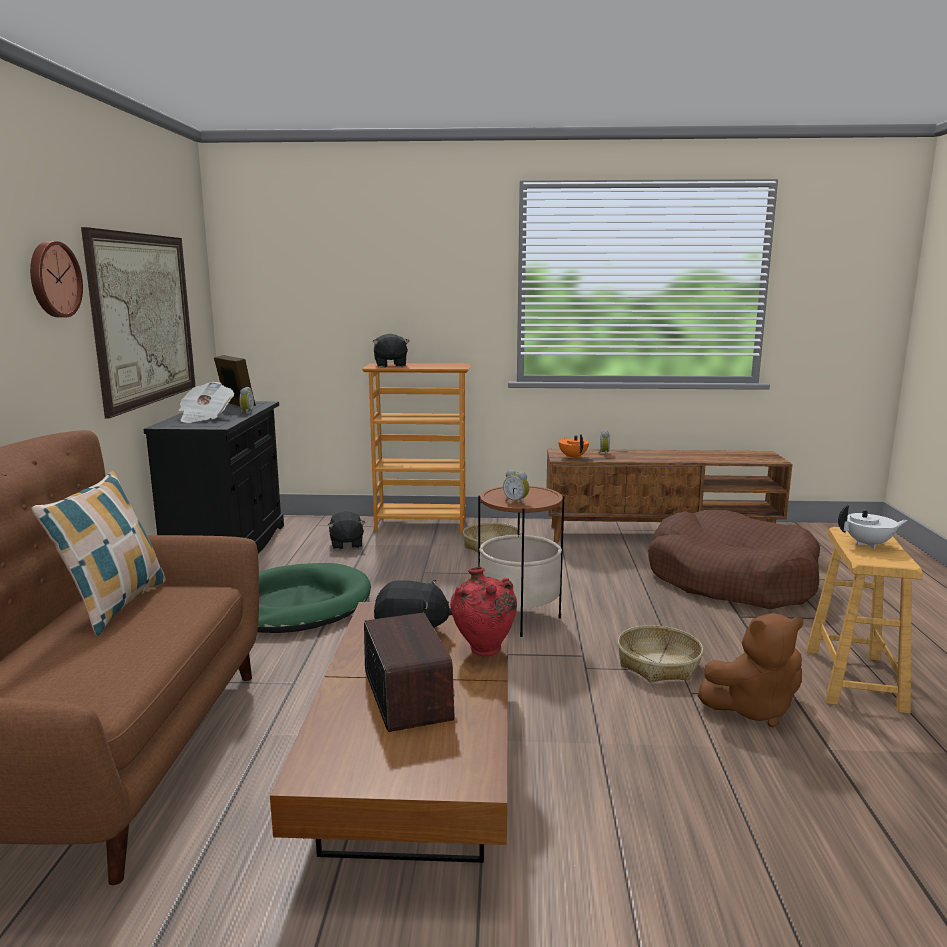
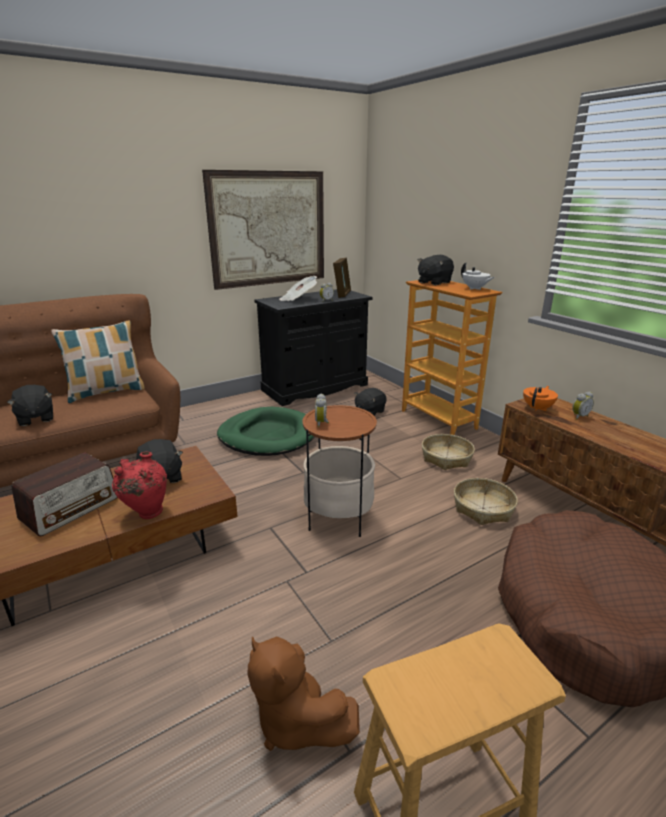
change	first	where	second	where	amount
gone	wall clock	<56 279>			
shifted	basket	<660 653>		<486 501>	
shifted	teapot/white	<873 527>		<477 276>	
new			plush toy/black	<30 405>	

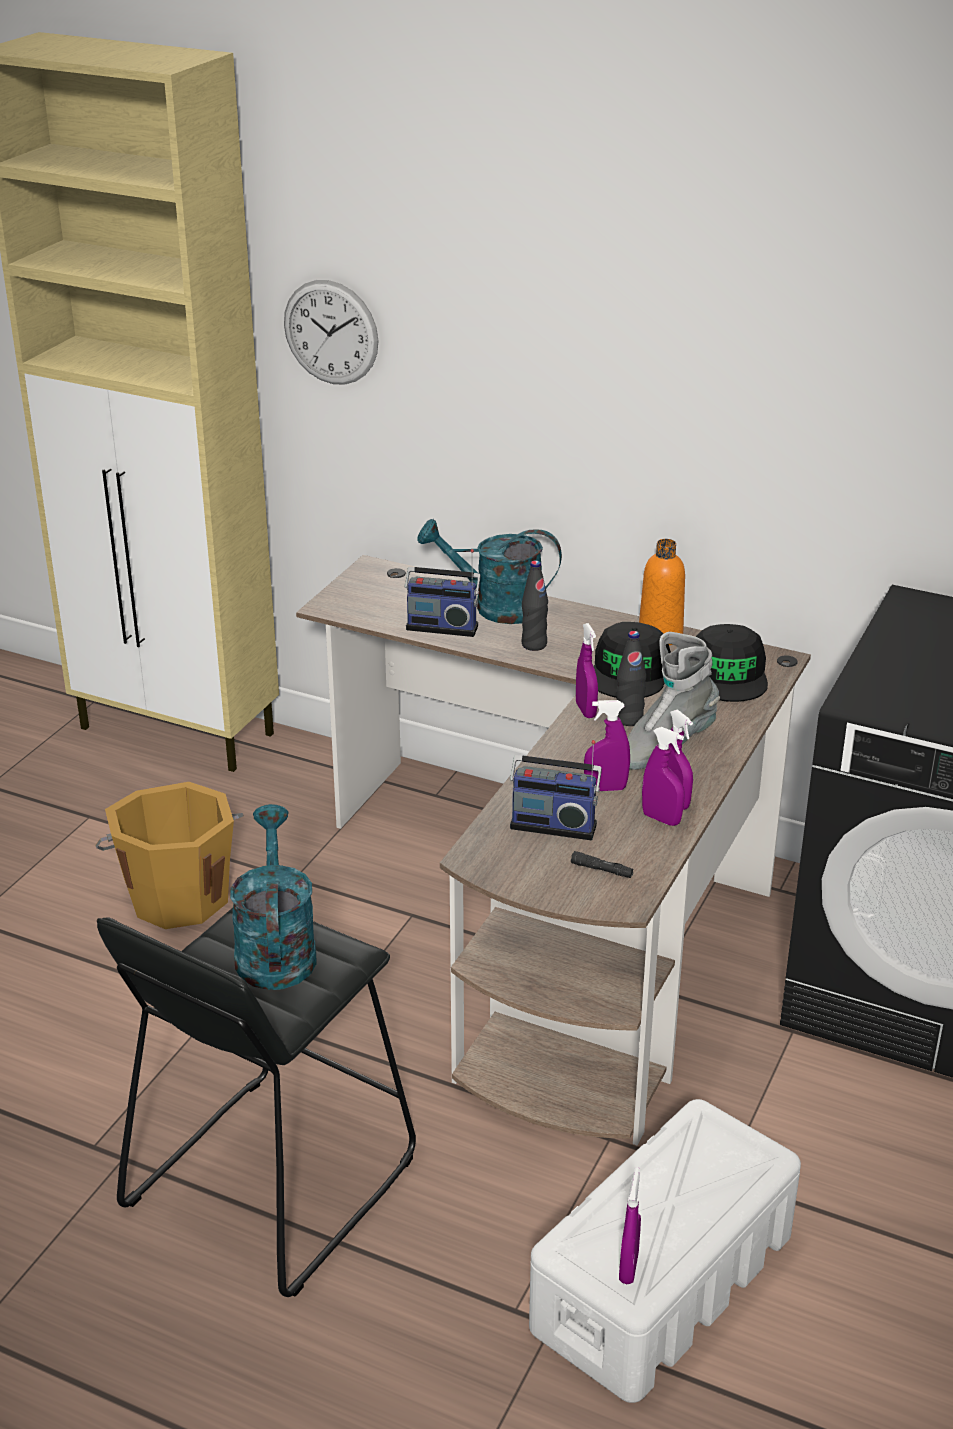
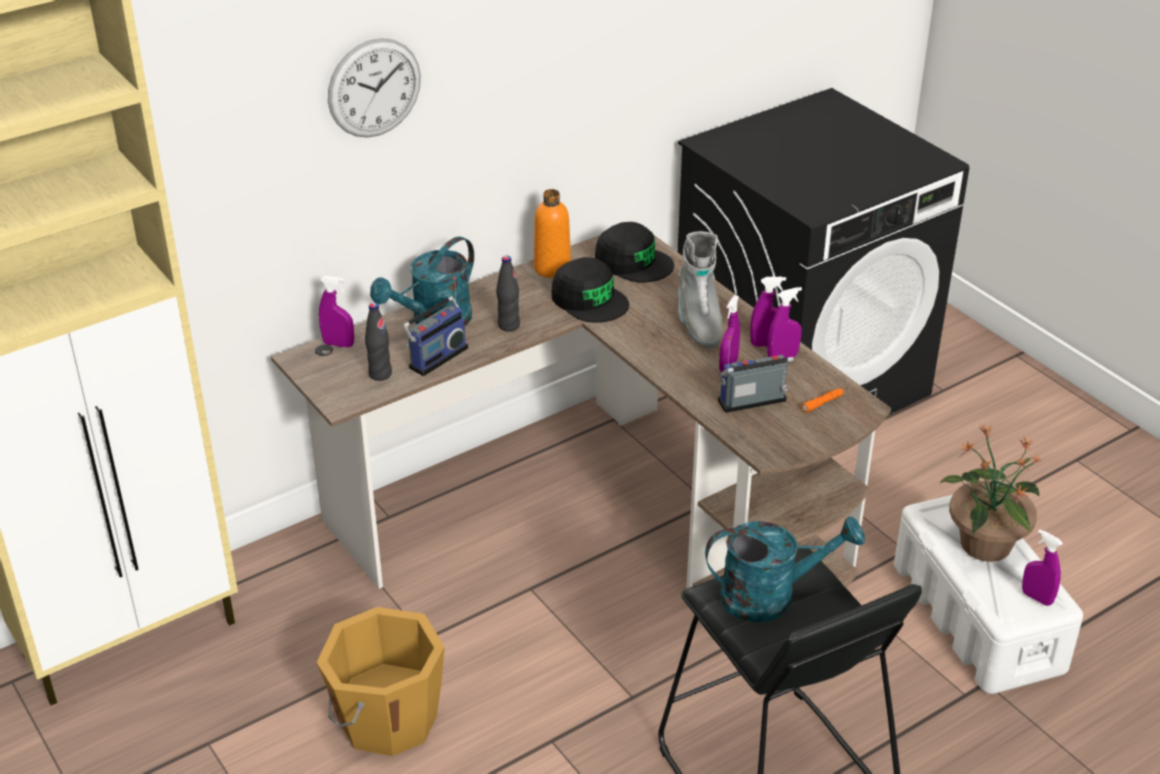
change	first	where	second	where	amount
rotated	watering can/turquoise	<273 897>		<785 569>	150 degrees clockwise
shifted	wall clock	<331 332>		<374 88>	
rotated	radio	<556 790>		<756 374>	150 degrees counterclockwise
repainted	flashlight/black	<602 864>	flashlight/orange	<822 400>	
shifted	spray bottle/purple	<587 670>		<336 312>	
shifted	bottle/black	<631 678>		<378 342>	
new			potted plant	<991 493>	

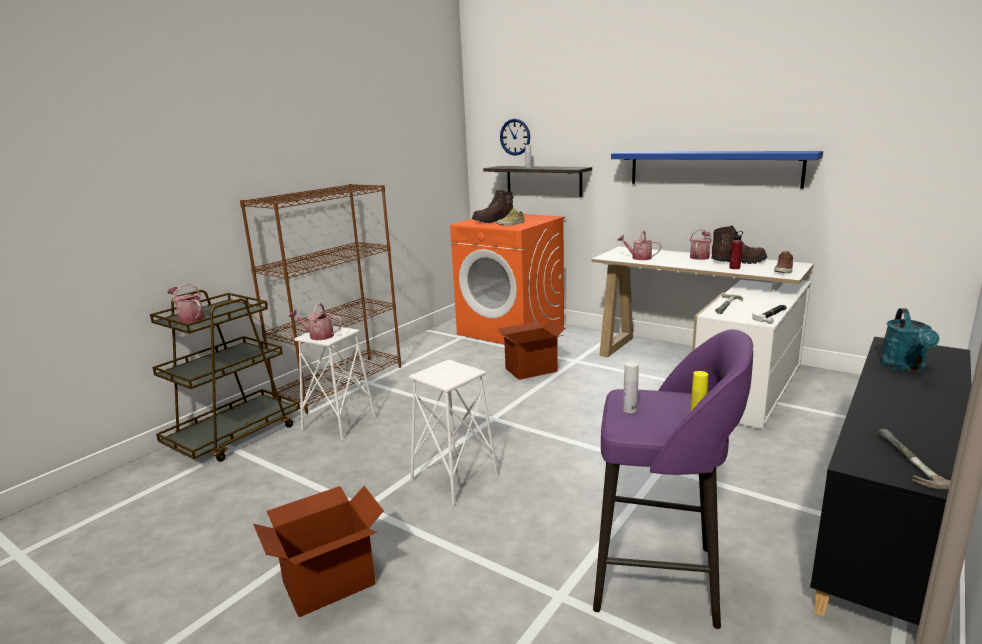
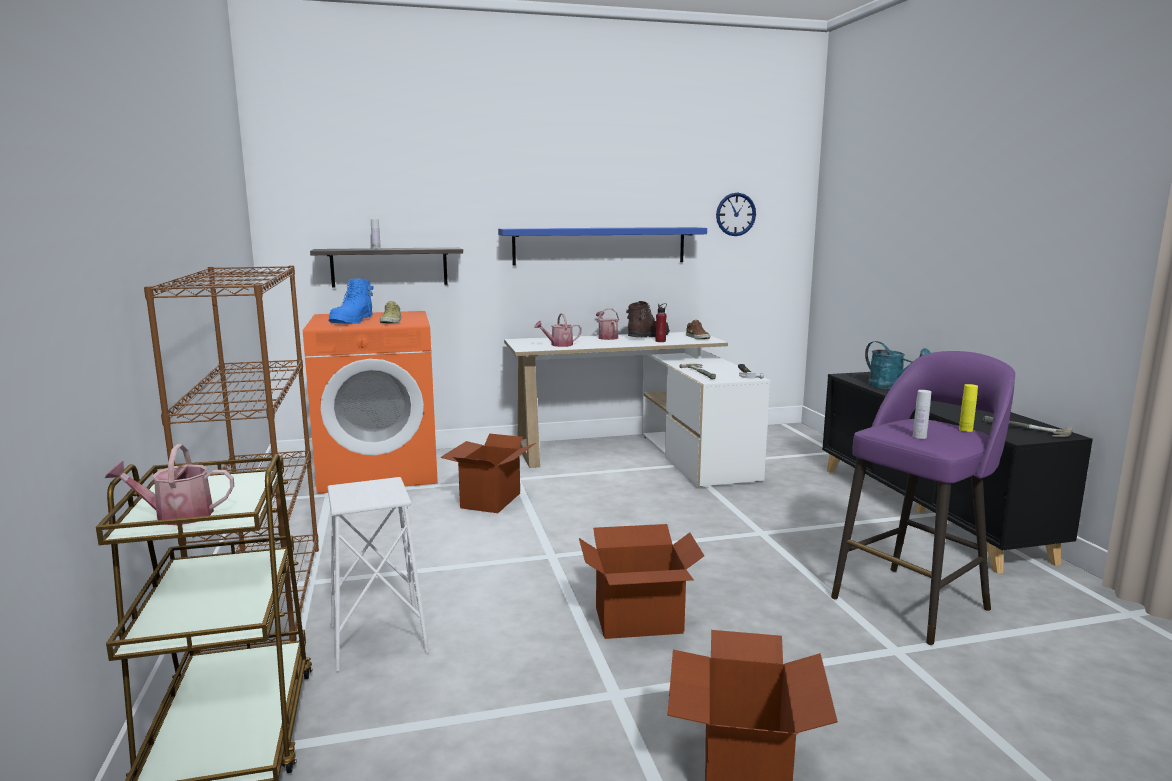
change	first	where	second	where	amount
gone	watering can	<315 321>			
swapped	stool/white	<453 432>	cardboard box	<641 581>	
repainted	boot/brown	<493 206>	boot/blue	<351 301>	
shifted	wall clock	<515 137>		<736 214>	

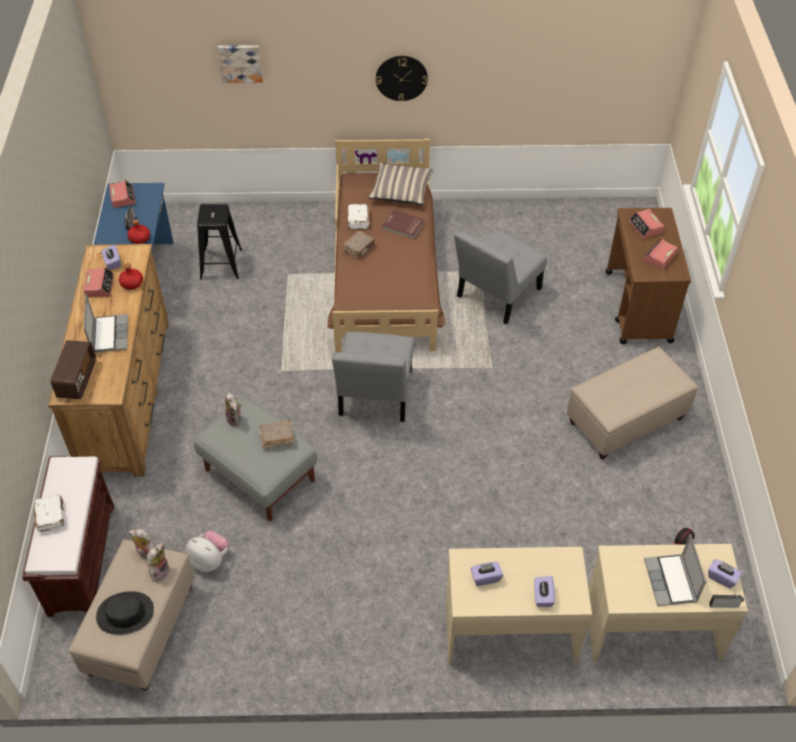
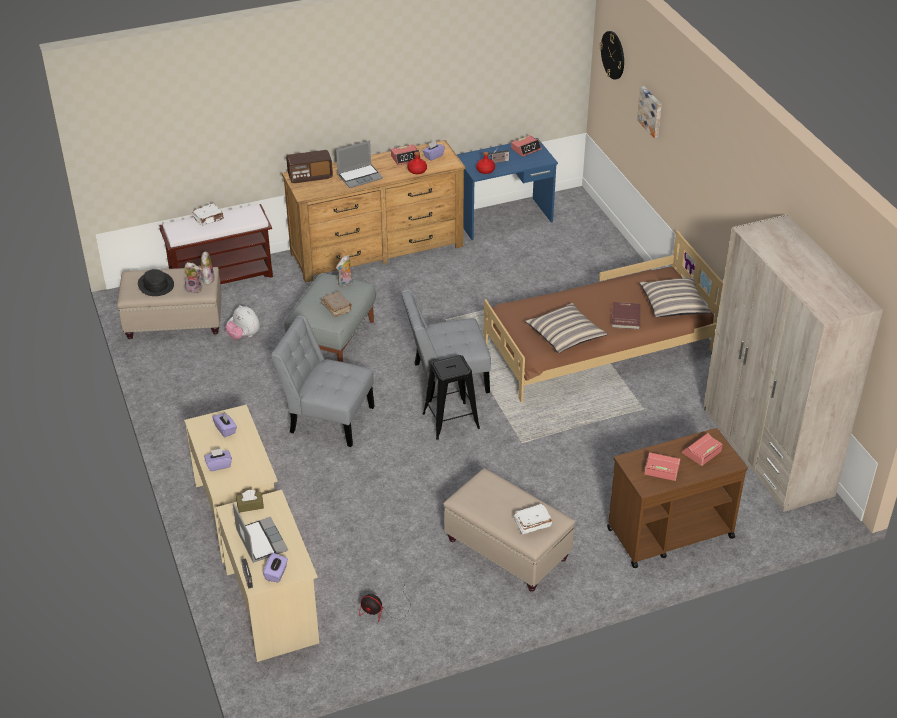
change	first	where	second	where	amount
rotated	plush toy	<207 551>		<242 322>	120 degrees clockwise
shifted	stool/black	<219 241>		<451 397>	
gone	book/brown	<358 244>			
shifted	book/white	<358 216>		<533 519>	
shifted	wall clock	<402 79>		<611 55>	
shifted	chair/grey	<500 276>		<323 381>	
rotated	laptop	<675 570>		<260 533>	90 degrees clockwise
new			tissue box/brown	<250 501>	
new			pillow	<566 328>	
new			wardrobe/beige	<793 363>	

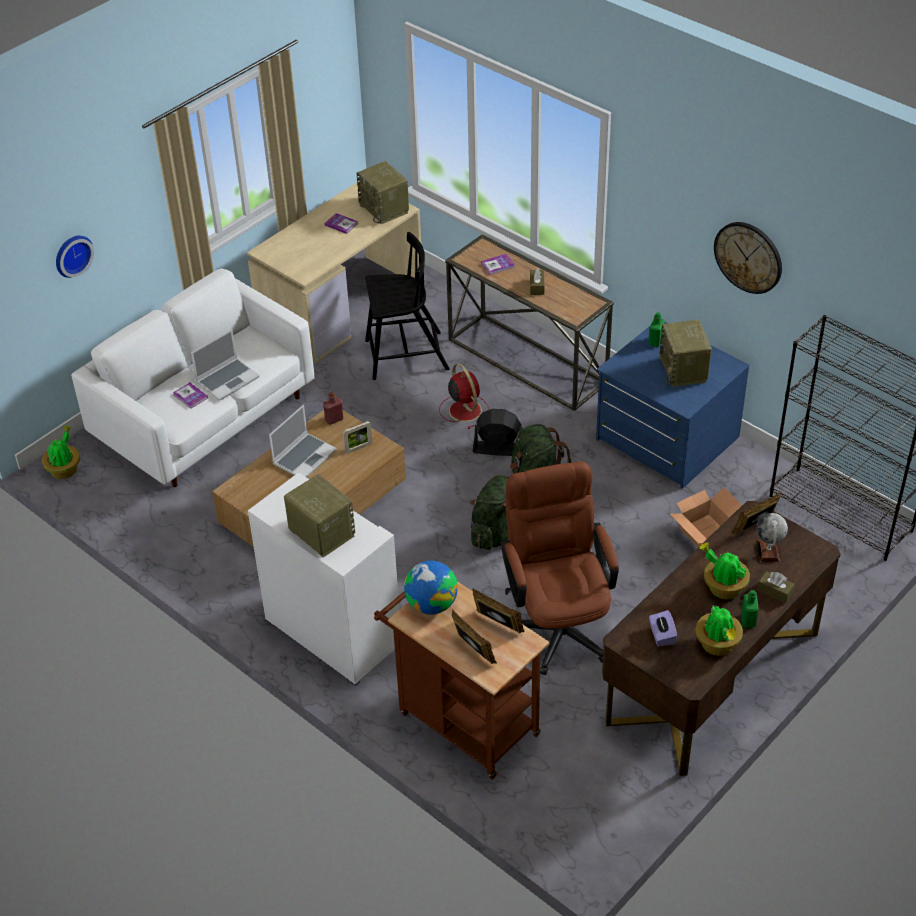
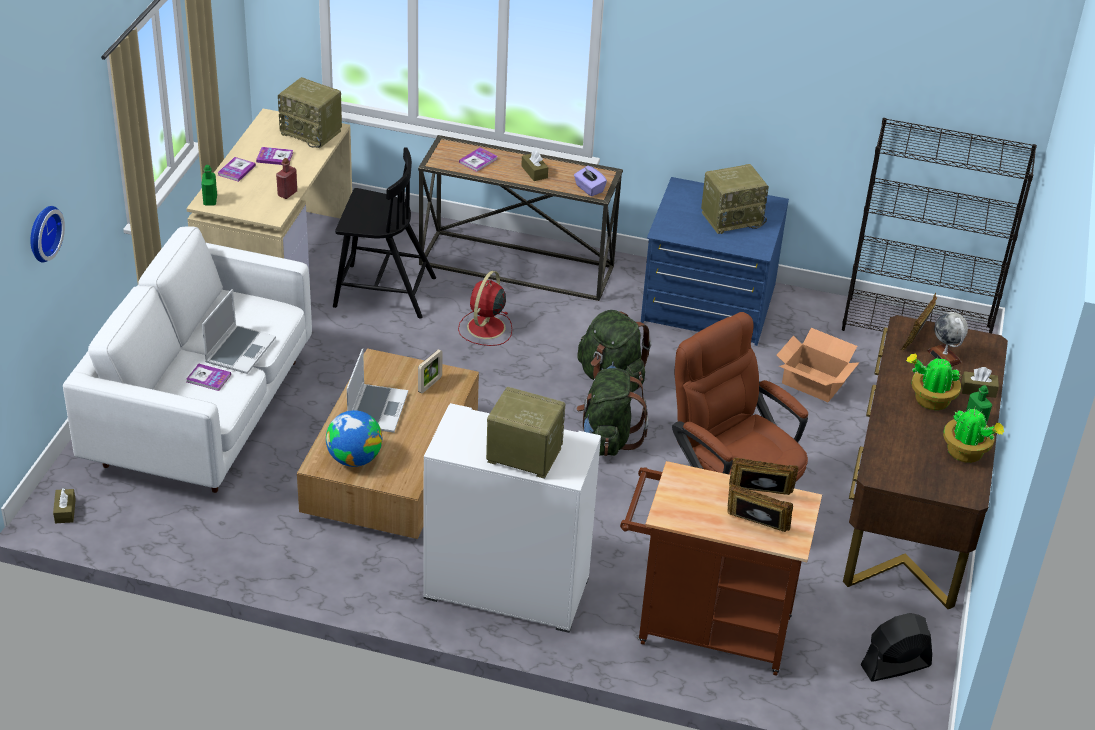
change	first	where	second	where	amount
swapped	potted plant	<61 452>	tissue box/brown	<64 505>	
shifted	bottle/red	<333 408>		<286 178>	
rotated	chair/black	<407 306>		<384 232>	45 degrees clockwise
shifted	globe	<431 588>		<354 438>	
rotated	fan/red	<464 396>		<485 308>	105 degrees counterclockwise
shifted	fan/black	<498 432>		<896 647>	
shifted	bottle/green	<656 329>		<209 185>	
shifted	tissue box/purple	<663 628>		<590 181>	
rotated	radio	<685 353>		<735 199>	75 degrees counterclockwise
gone	wall clock	<748 258>			
new			book	<236 169>	

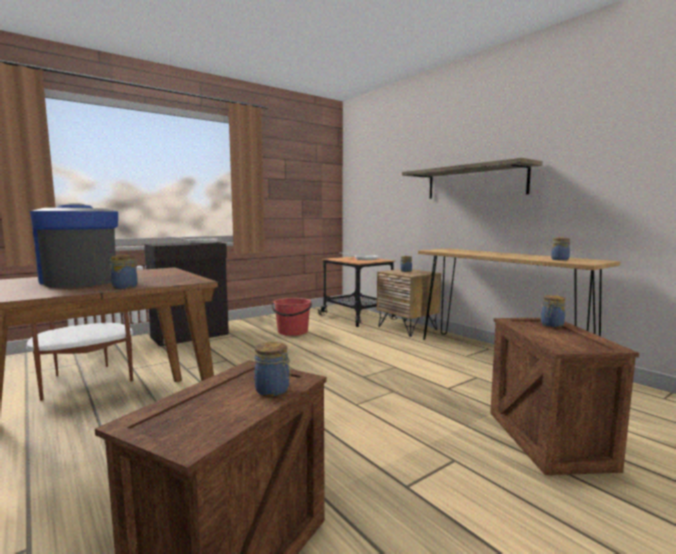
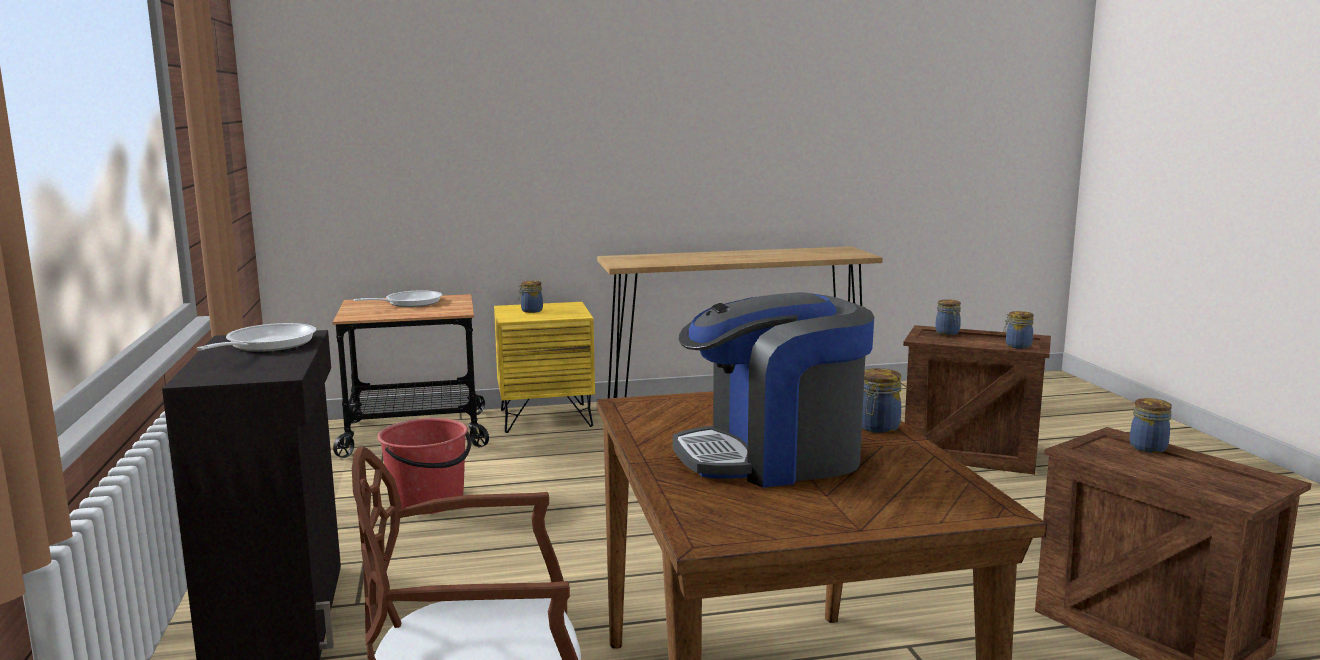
change	first	where	second	where	amount
repainted	nightstand/brown	<409 303>	nightstand/yellow	<544 367>	
gone	shelf	<472 178>			
shifted	jar	<560 249>		<1018 330>	

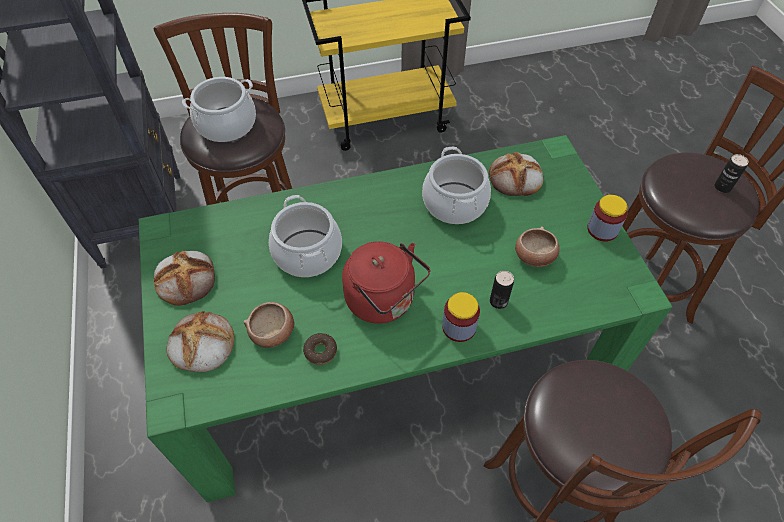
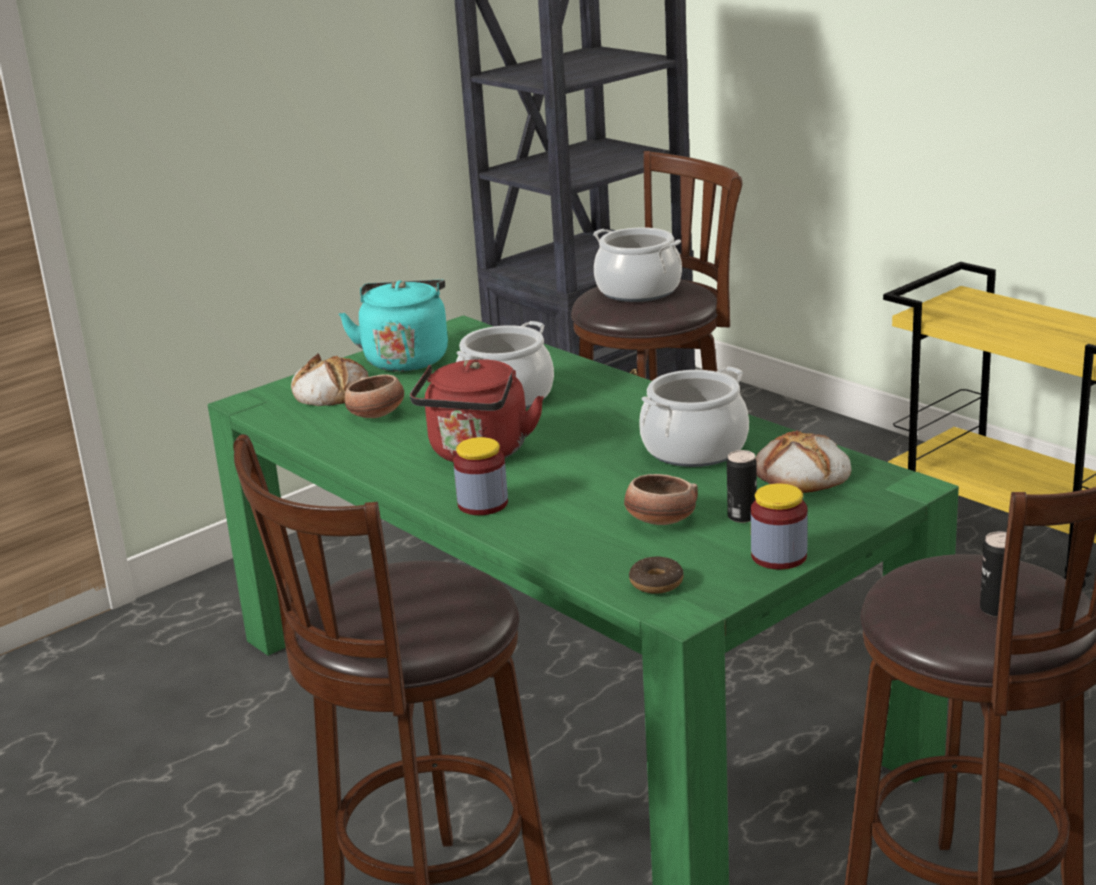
change	first	where	second	where	amount
swapped	bread	<184 278>	kettle/turquoise	<393 325>	
shifted	donut	<320 349>		<656 575>	
shifted	can	<502 290>		<742 486>	

